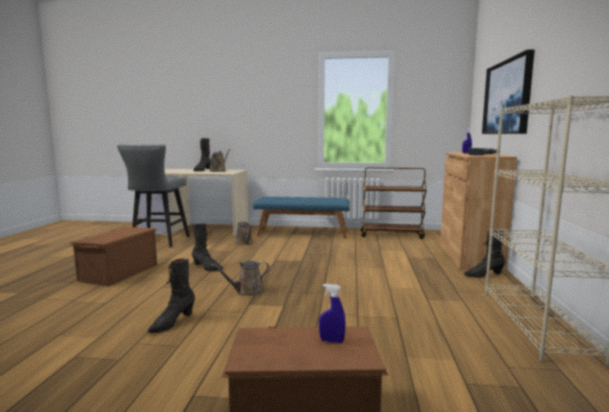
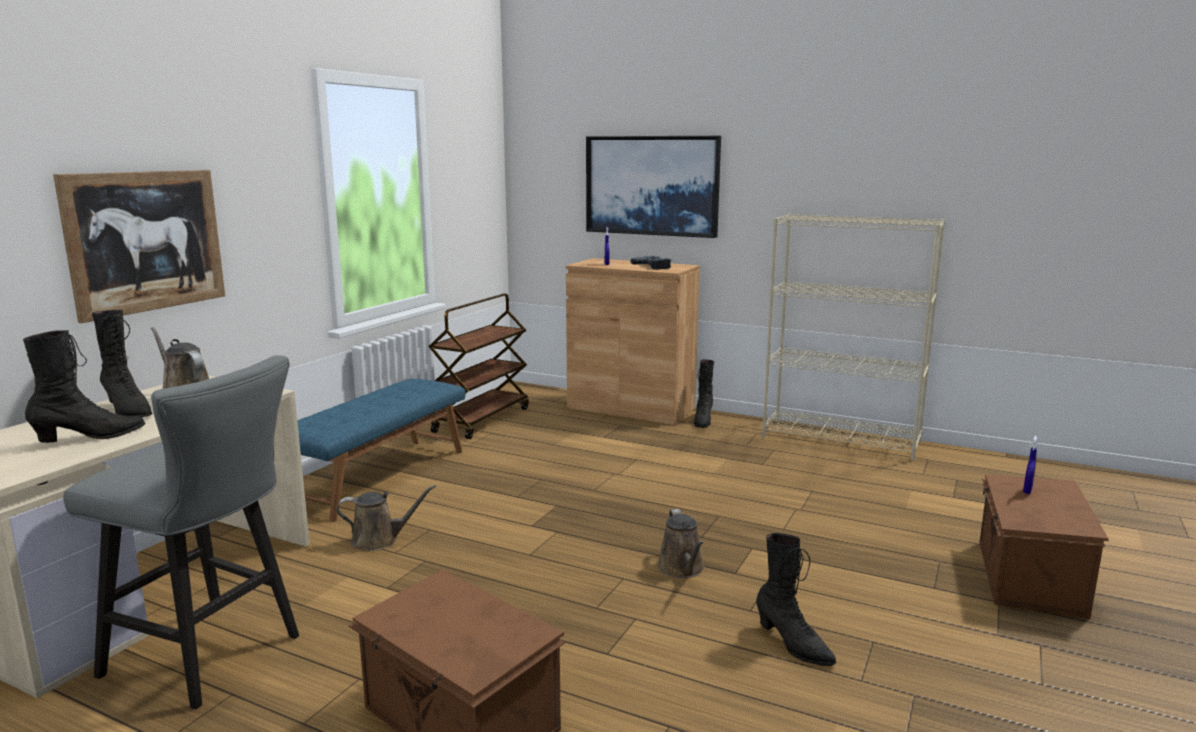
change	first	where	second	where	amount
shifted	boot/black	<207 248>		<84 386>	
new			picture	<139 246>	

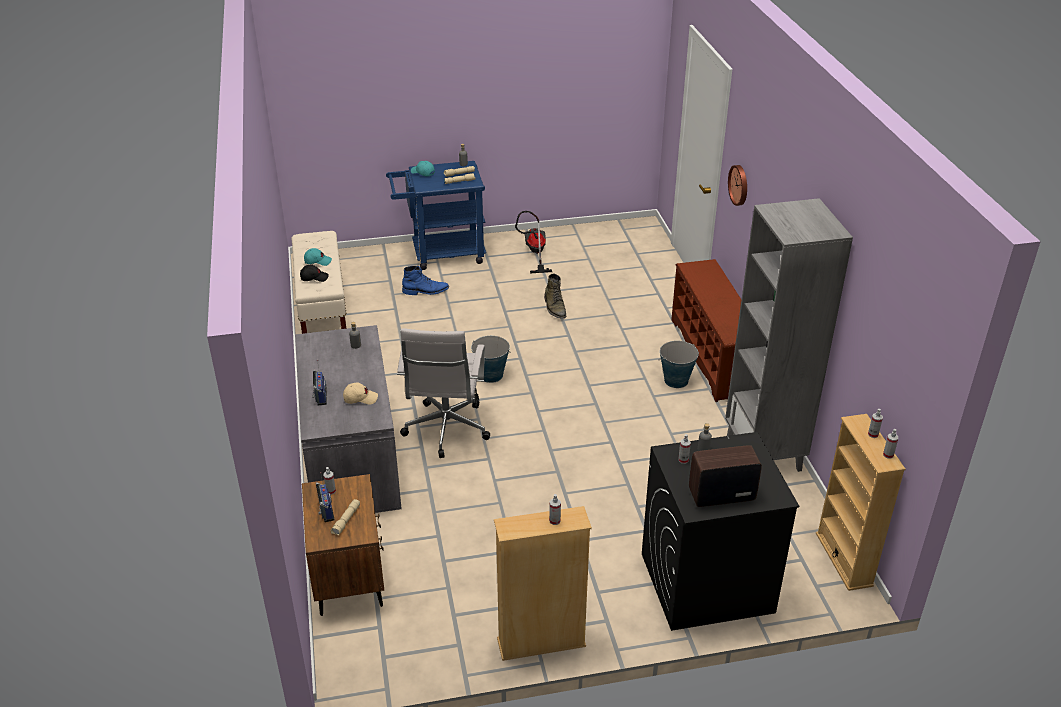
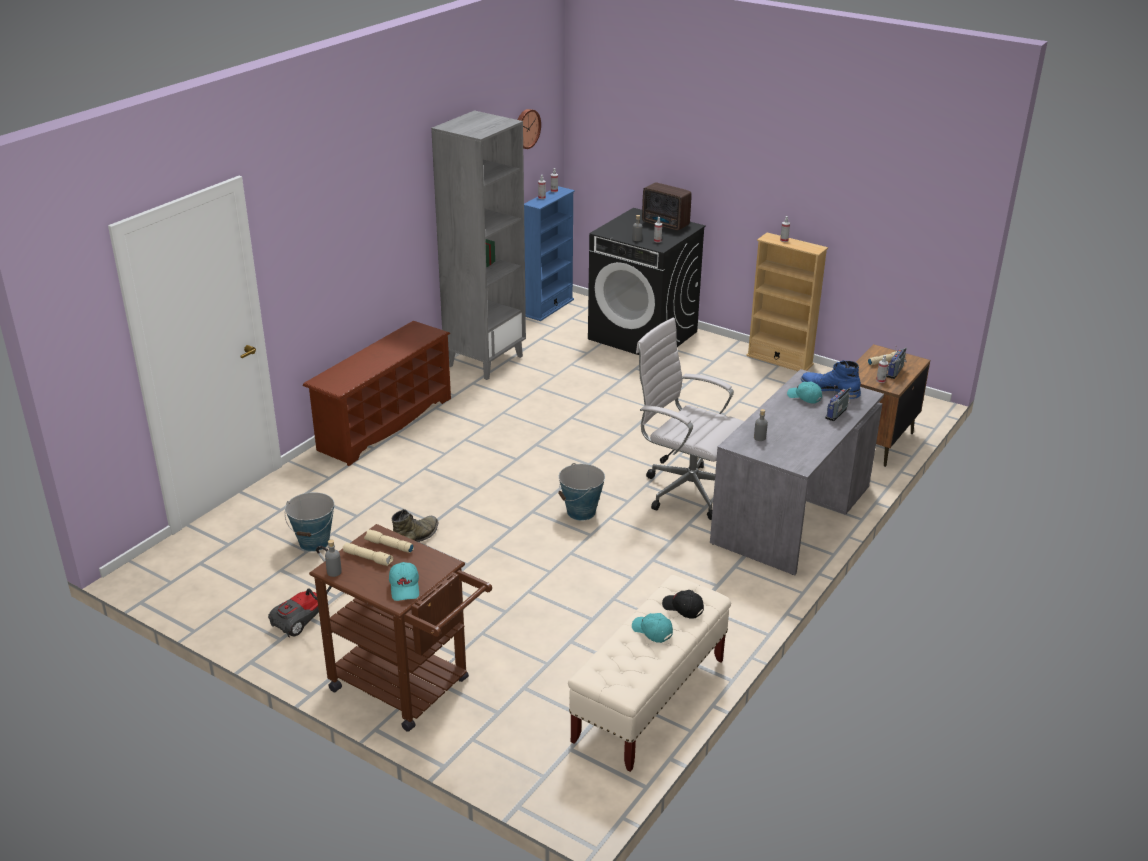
change	first	where	second	where	amount
repainted	cap/beige	<360 393>	cap/turquoise	<804 392>	
repainted	cart/blue	<436 215>	cart/brown	<400 628>	
rotated	office chair/white	<443 393>		<690 419>	105 degrees counterclockwise
shifted	boot/blue	<425 280>		<831 379>	
shifted	bucket	<678 364>		<309 522>	
shifted	wall clock	<737 185>		<529 129>	
repainted	bookcase/beige	<861 502>	bookcase/blue	<549 253>	

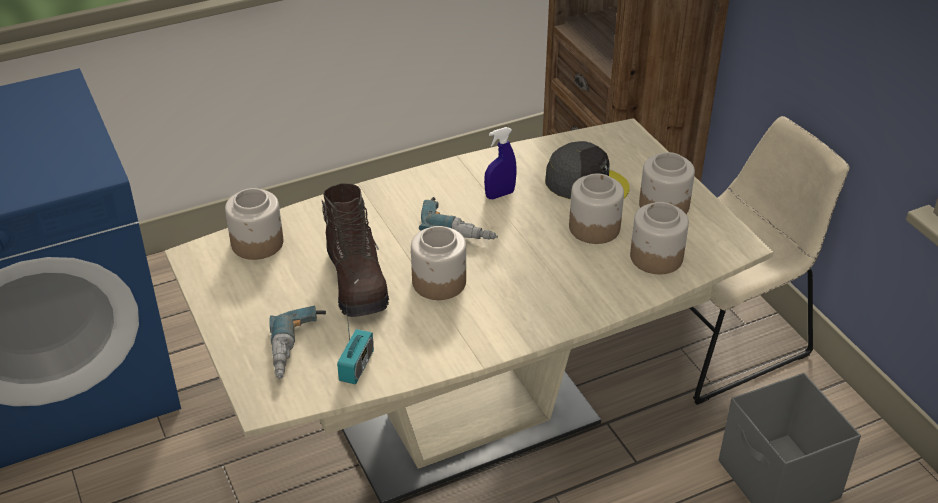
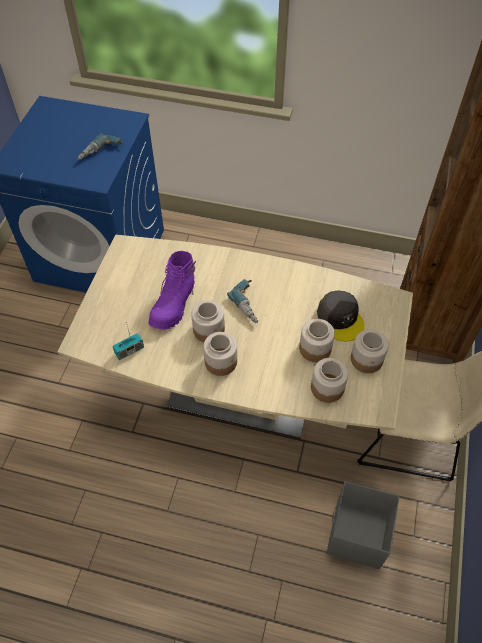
change	first	where	second	where	amount
shifted	jar	<254 224>		<220 354>	
shifted	power drill	<297 342>		<100 146>	
repainted	boot/brown	<355 250>	boot/purple	<172 290>	
gone	spray bottle/blue	<500 163>			

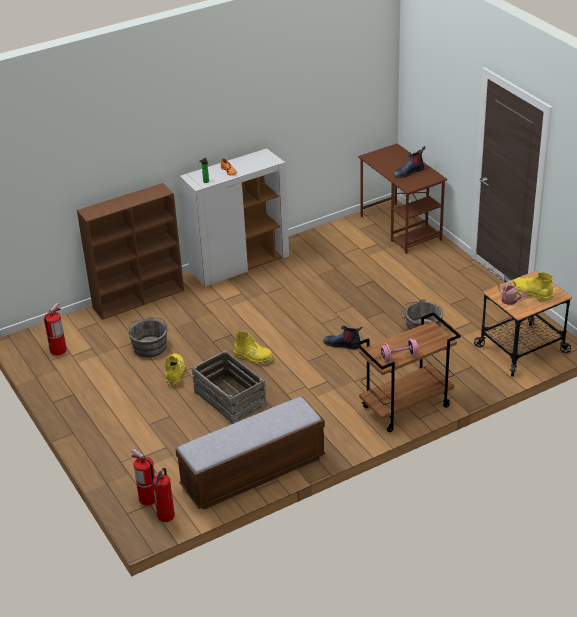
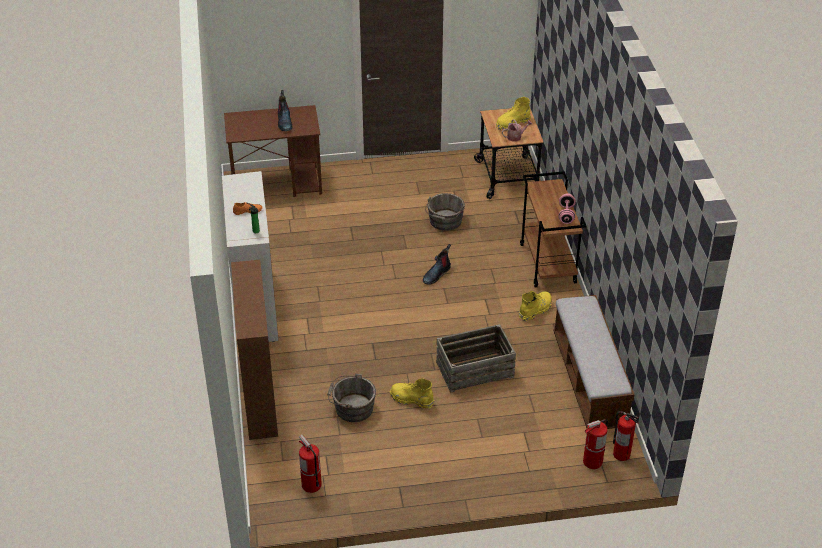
change	first	where	second	where	amount
shifted	boot/yellow	<254 348>		<535 306>	

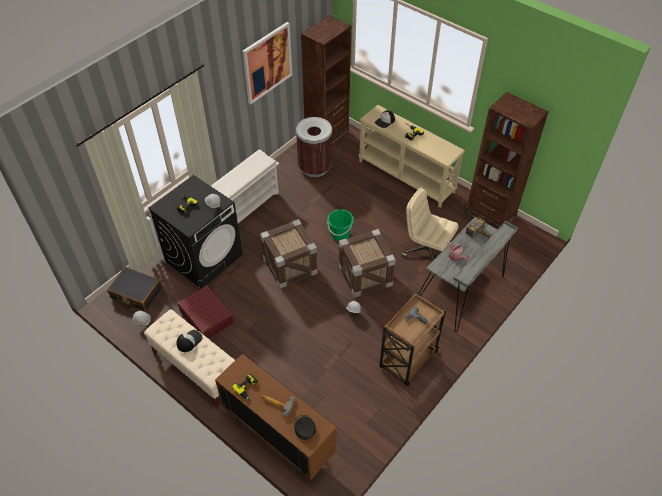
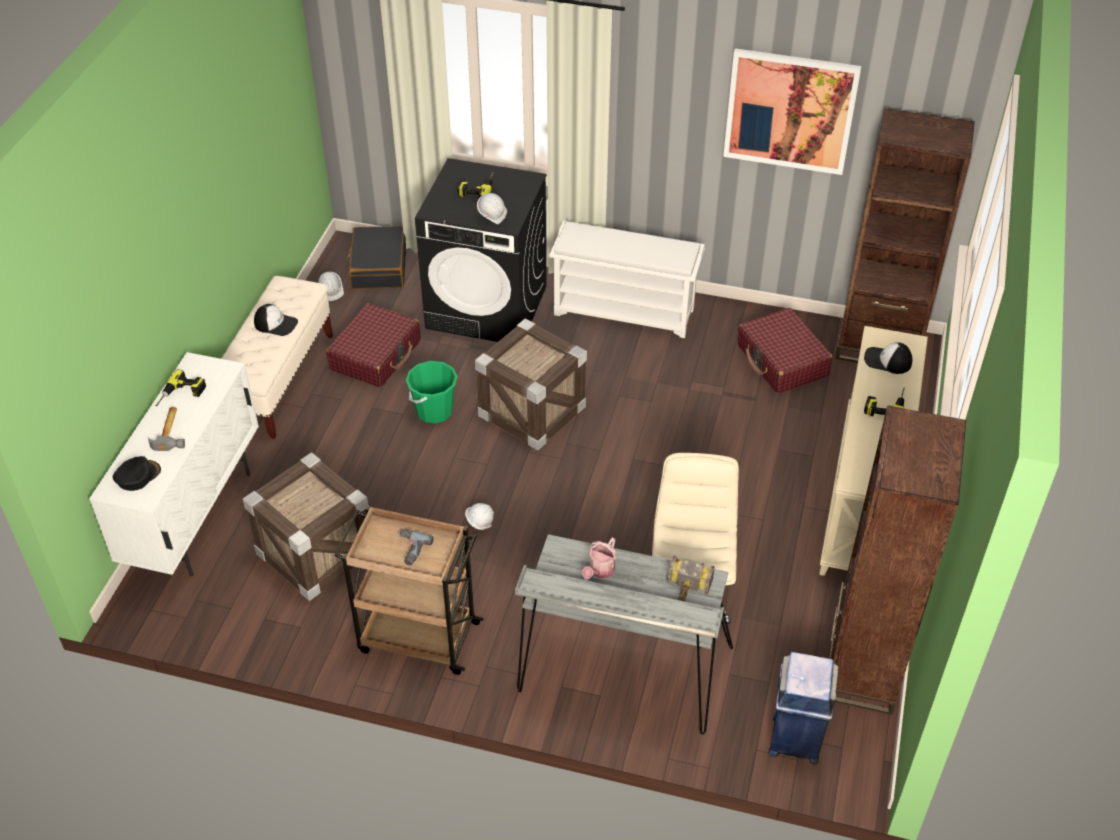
change	first	where	second	where	amount
repainted	cabinet/brown	<275 417>	cabinet/white	<174 464>	
swapped	trash can/brown	<314 147>	suitcase/red	<785 351>	
shifted	bucket/green	<340 225>		<432 392>	
shifted	crate	<367 263>		<306 526>	
new			trash can/blue	<804 708>	

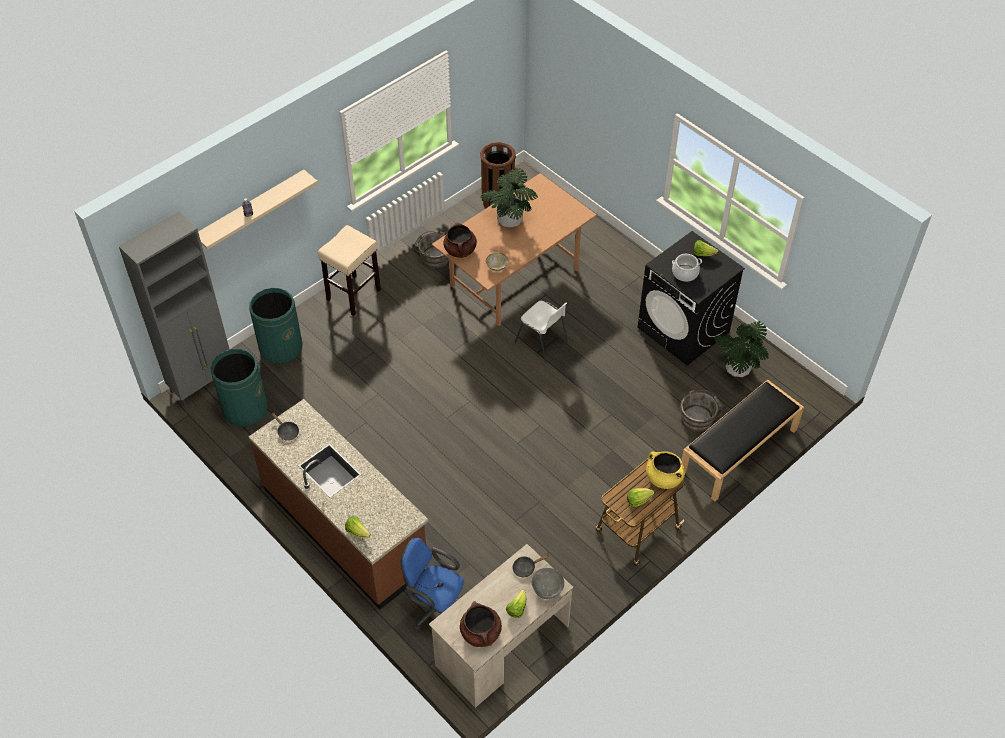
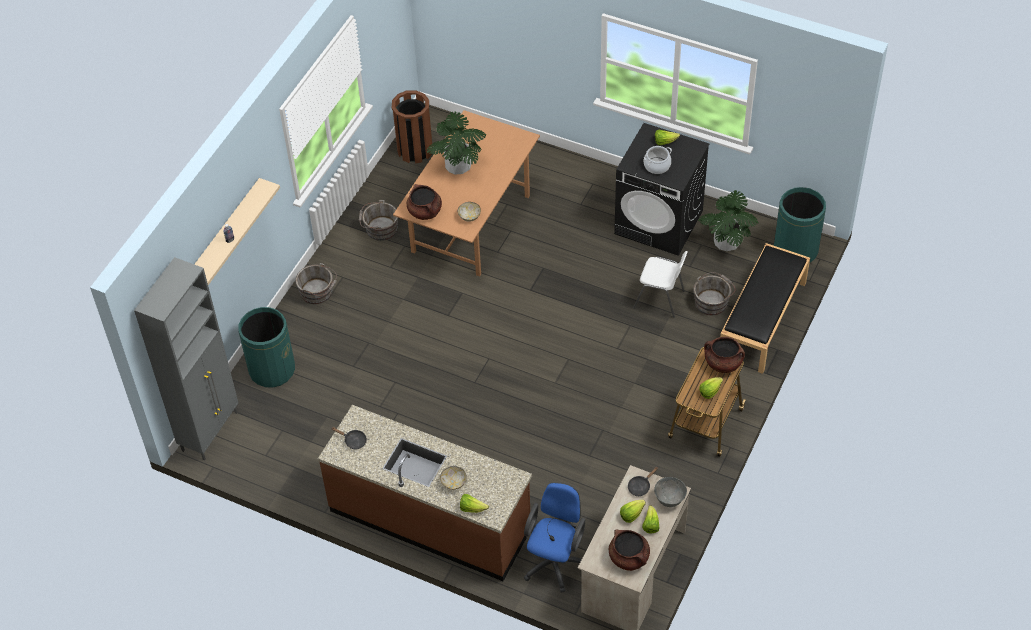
change	first	where	second	where	amount
shifted	trash can/green	<239 388>		<800 225>	
swapped	stool/beige	<349 270>	bucket/grey	<316 283>	
rotated	office chair/blue	<432 584>		<554 537>	105 degrees clockwise
shifted	chair/white	<541 331>		<660 284>	
repainted	cooking pot/yellow	<665 470>	cooking pot/brown	<724 355>	
new			bowl	<453 478>	
new			lettuce	<633 511>	

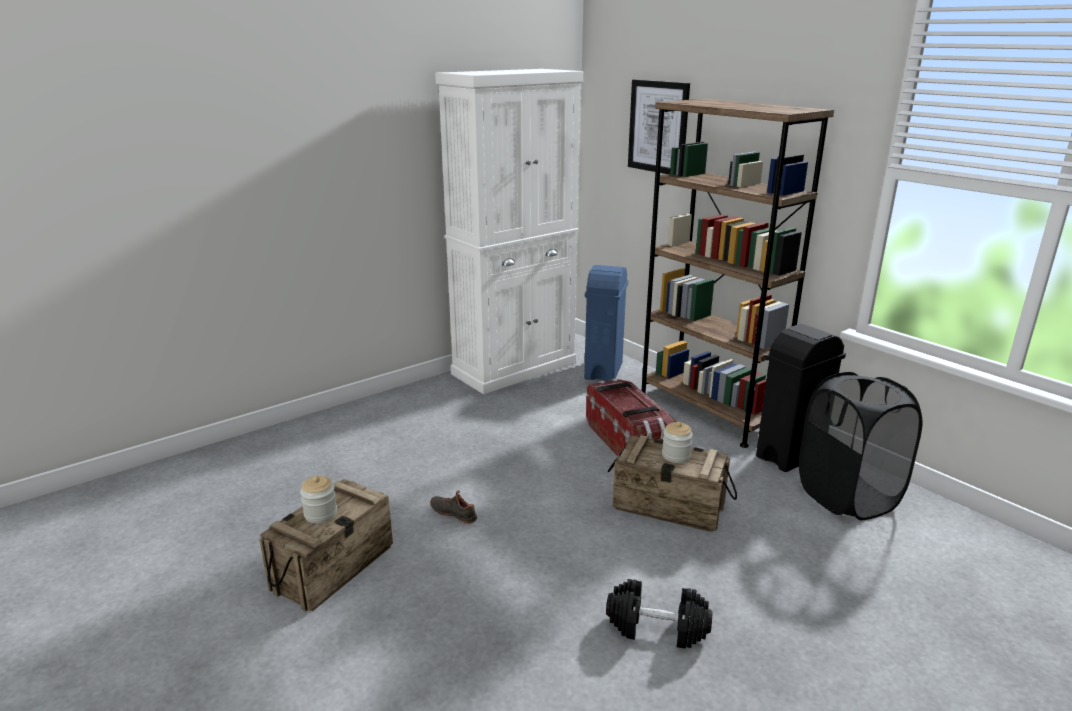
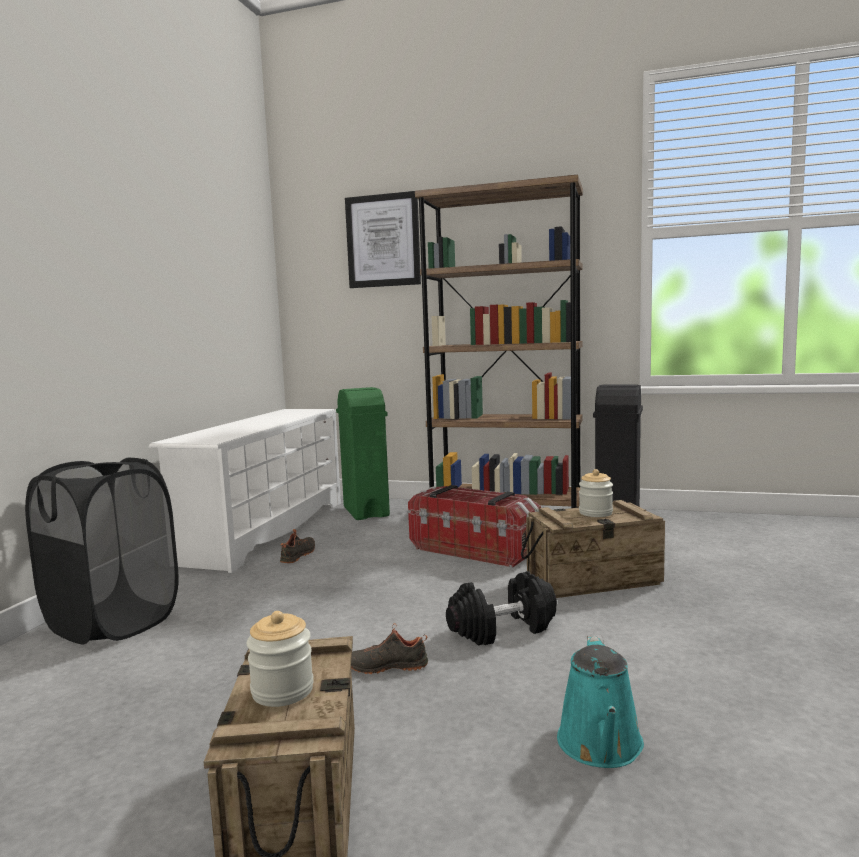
change	first	where	second	where	amount
swapped	cabinet/white	<509 231>	shoe rack/white	<245 491>	
repainted	trash can/blue	<606 323>	trash can/green	<363 453>	
shifted	dumbbell/black	<659 614>		<501 608>	
shifted	laundry basket/black	<860 446>		<102 550>	
new			shoe/black	<297 546>	
new			watering can/turquoise	<600 702>	

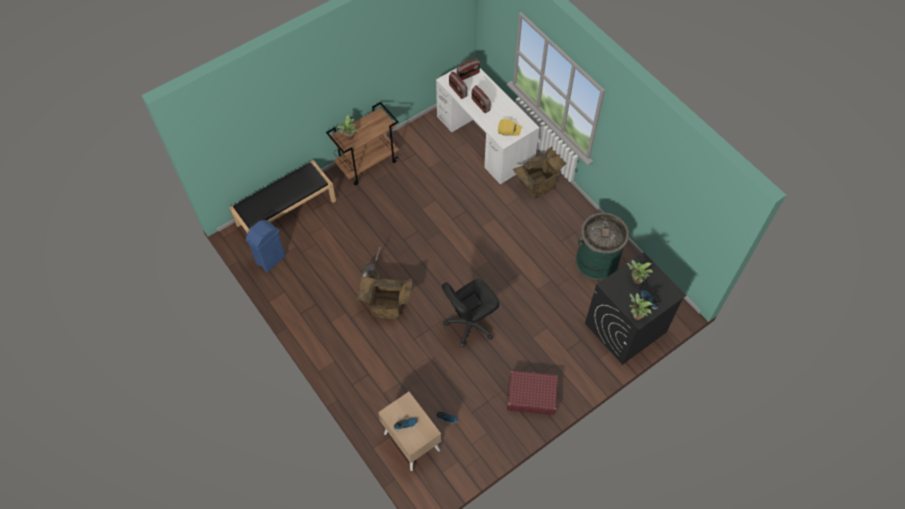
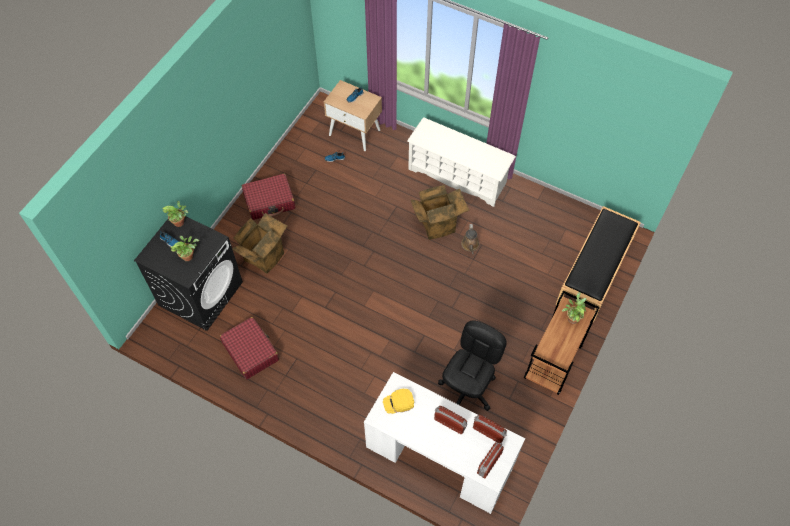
change	first	where	second	where	amount
gone	trash can/blue	<266 246>			
shifted	office chair/black	<470 313>		<472 365>	
shifted	cardboard box	<540 173>		<260 243>	
swapped	trash can/green	<602 247>	suitcase/red	<249 348>	
new			shoe rack/white	<461 162>	

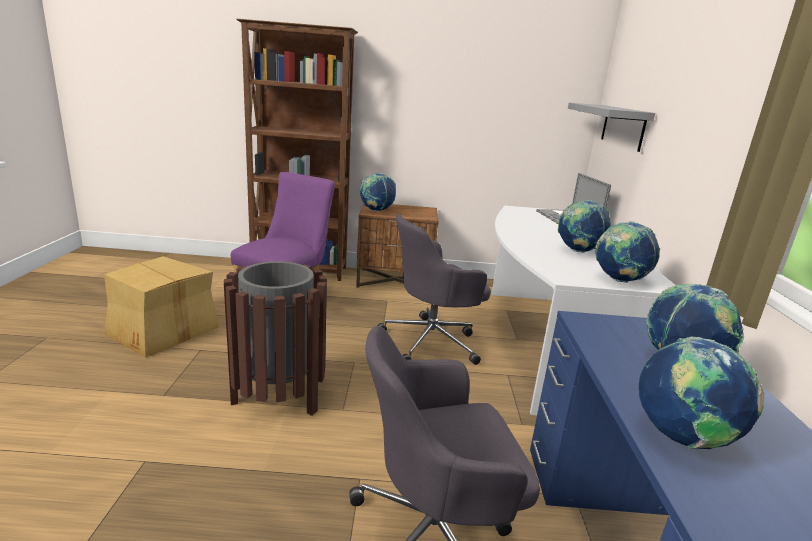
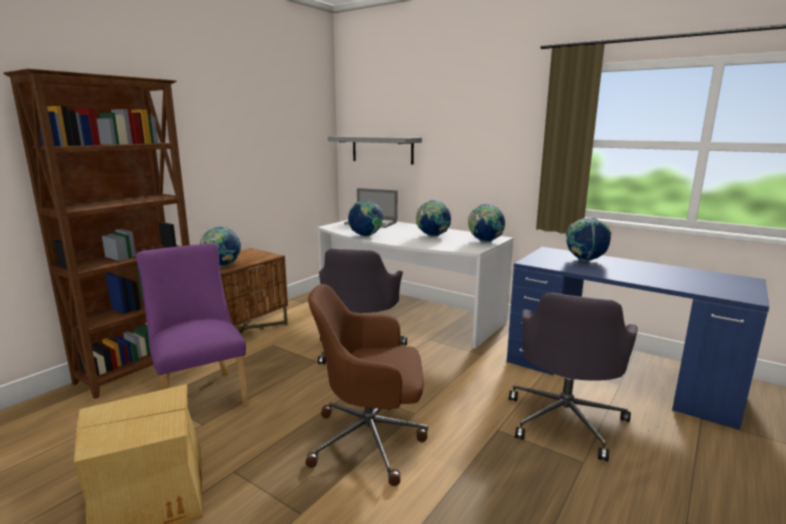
change	first	where	second	where	amount
swapped	trash can/brown	<275 338>	office chair/brown	<367 385>	
shifted	globe	<701 393>		<365 218>	

